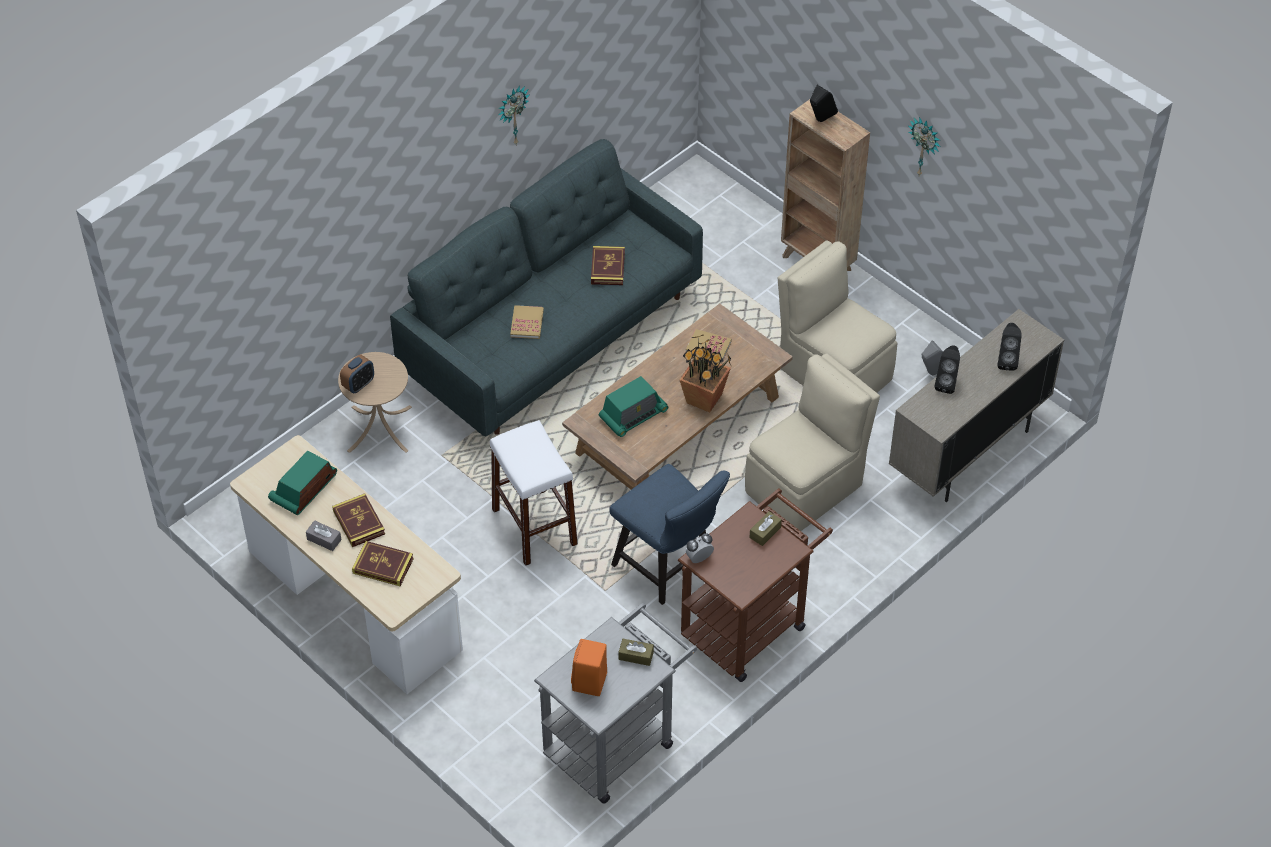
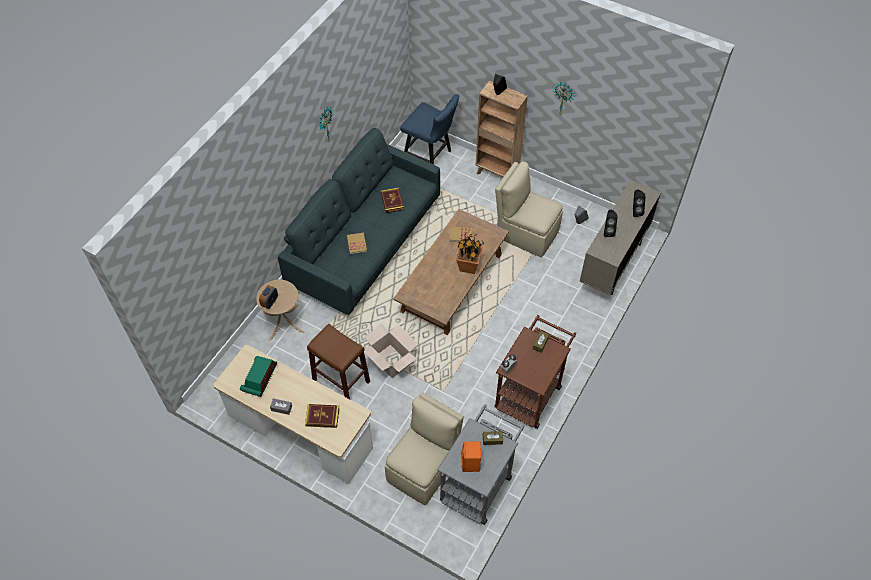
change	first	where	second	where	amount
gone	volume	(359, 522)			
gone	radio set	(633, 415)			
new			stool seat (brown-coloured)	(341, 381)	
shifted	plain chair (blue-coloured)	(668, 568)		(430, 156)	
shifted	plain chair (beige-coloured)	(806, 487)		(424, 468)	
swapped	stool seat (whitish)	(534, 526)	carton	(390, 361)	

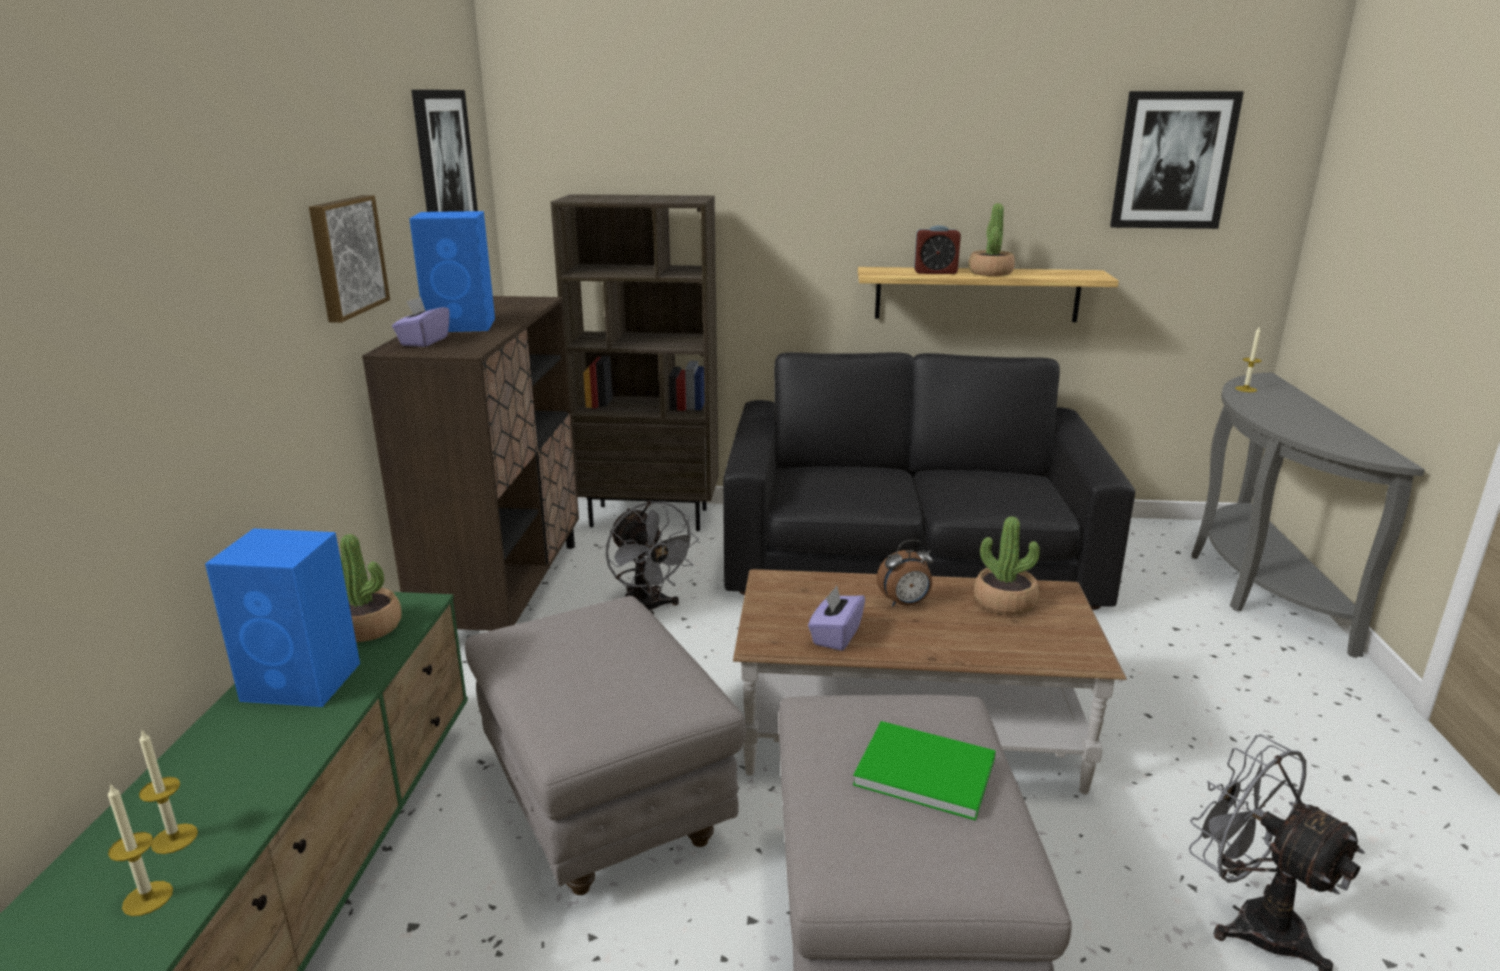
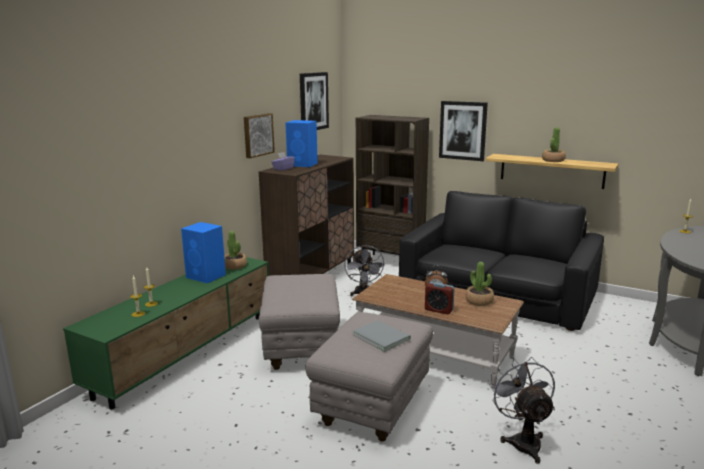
change	first	where	second	where	amount
gone	box of tissues (purple)	(835, 636)			
shifted	alarm clock	(935, 272)		(438, 310)	
shifted	wall art	(1173, 161)		(463, 130)	
repainted	volume (green)	(921, 768)	volume (gray)	(381, 336)	

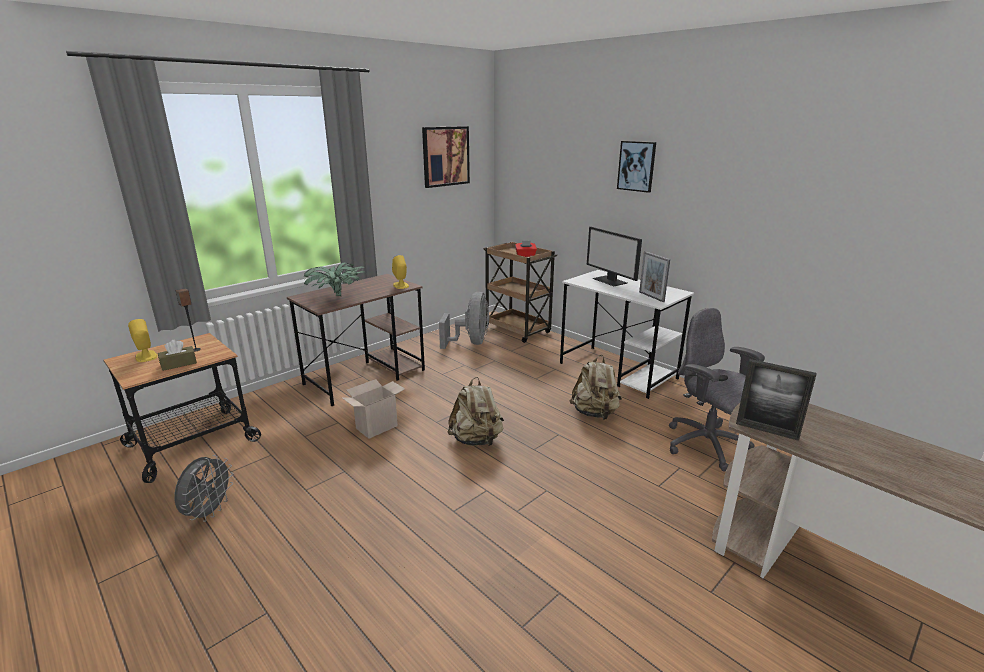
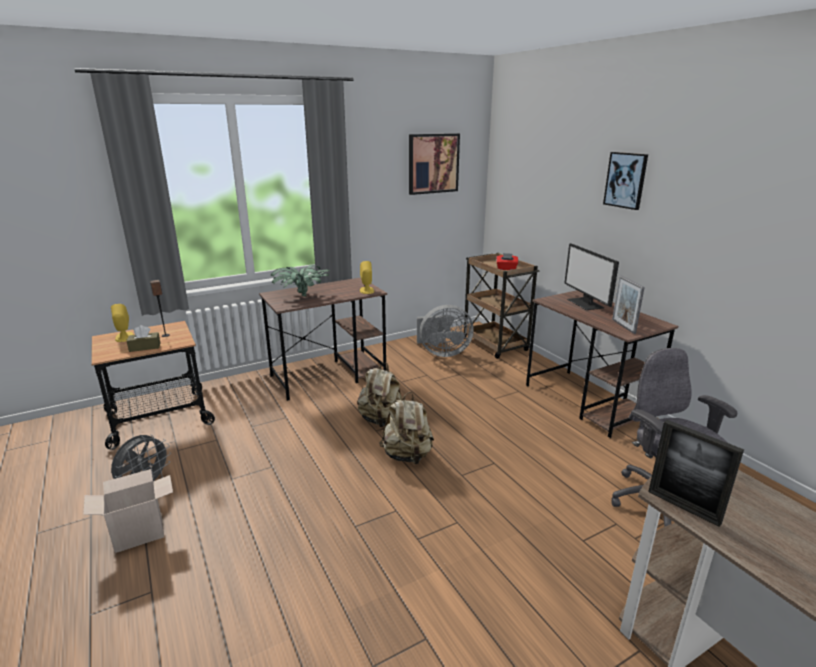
change	first	where	second	where	amount
shifted	carton	(377, 426)		(140, 533)	
shifted	backpack (beige-coloured)	(595, 413)		(381, 420)	
repainted	desk (whitish)	(618, 371)	desk (brown-coloured)	(587, 402)	
rotated	fan (gray)	(471, 343)		(442, 353)	60 degrees clockwise

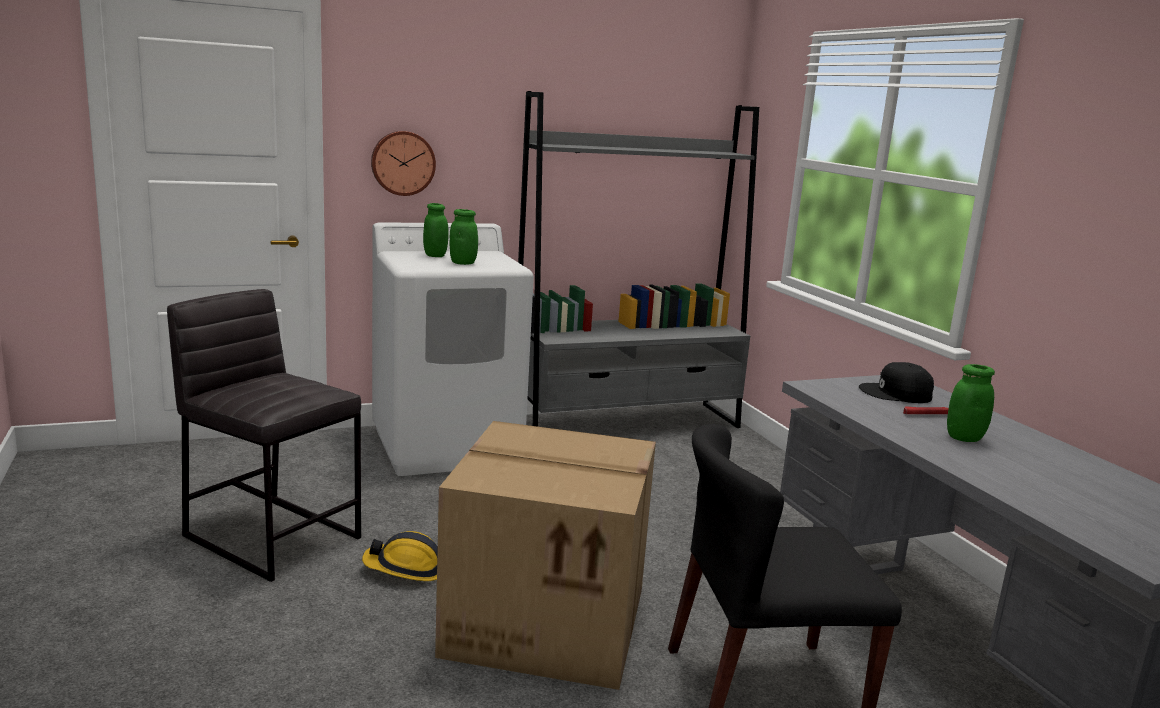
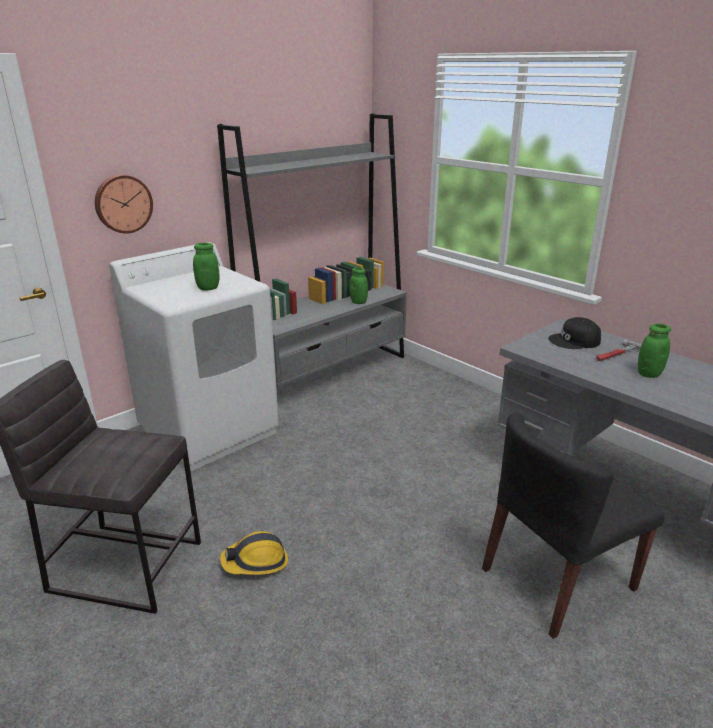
change	first	where	second	where	amount
gone	carton	(549, 620)			
shifted	jar (green)	(435, 255)		(358, 302)	

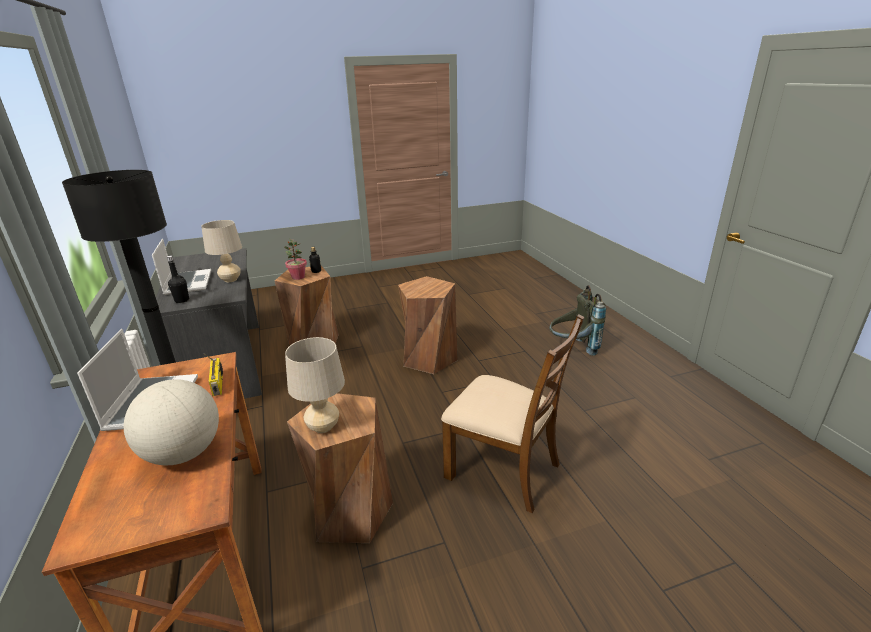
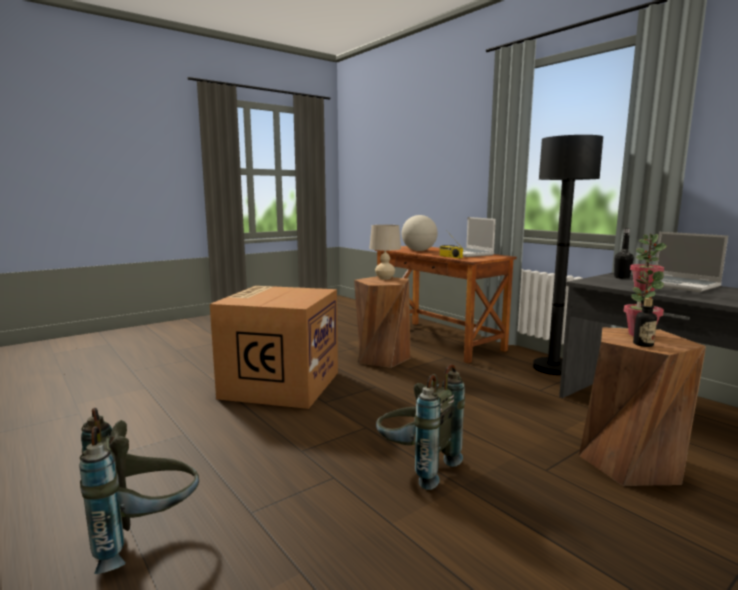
change	first	where	second	where	amount
swapped	table lamp (beige-coloured)	(230, 280)	houseplant	(644, 289)	
swapped	stool seat (brown-coloured)	(429, 358)	backpack (gray)	(416, 466)	
swapped	plain chair (brown-coloured)	(504, 470)	carton	(280, 384)	

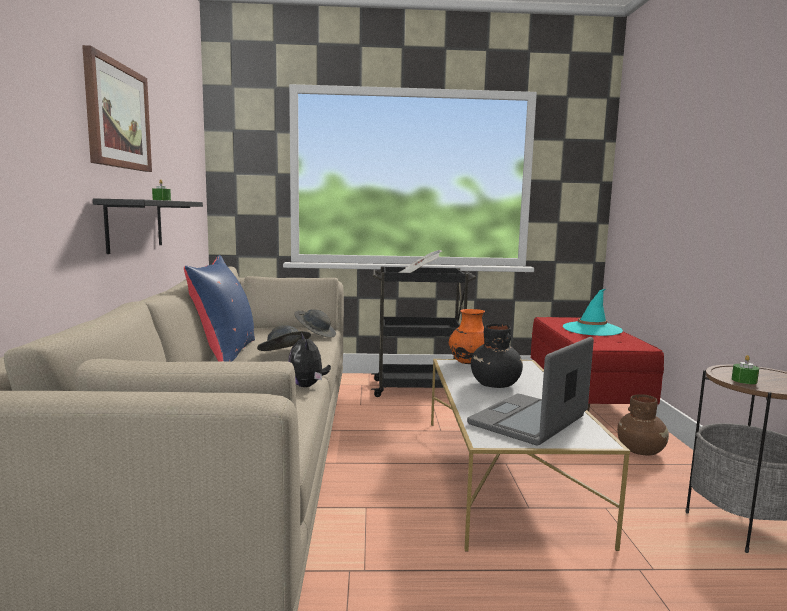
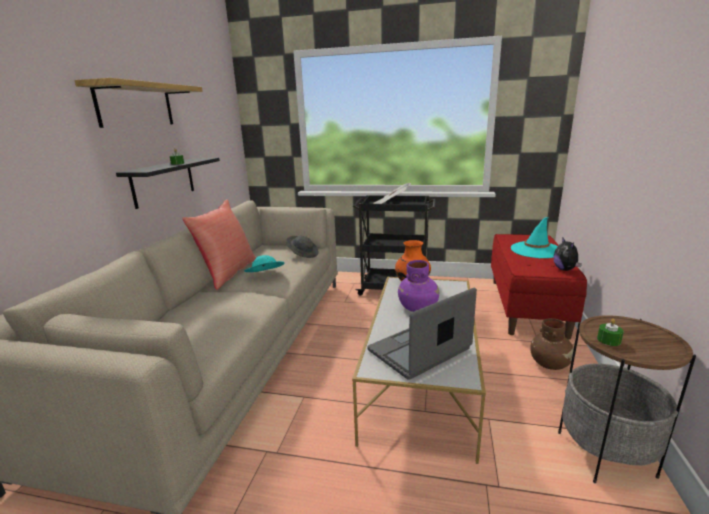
change	first	where	second	where	amount
shifted	cuddly toy	(307, 386)		(565, 269)	
swapped	wall art	(117, 116)	wall shelf	(136, 105)	
repainted	pillow (blue-coloured)	(225, 353)	pillow (reddish)	(228, 273)	
repainted	wearable hat (gray)	(284, 354)	wearable hat (turquoise)	(265, 276)	
repainted	flower vase (black)	(495, 385)	flower vase (purple)	(418, 308)	

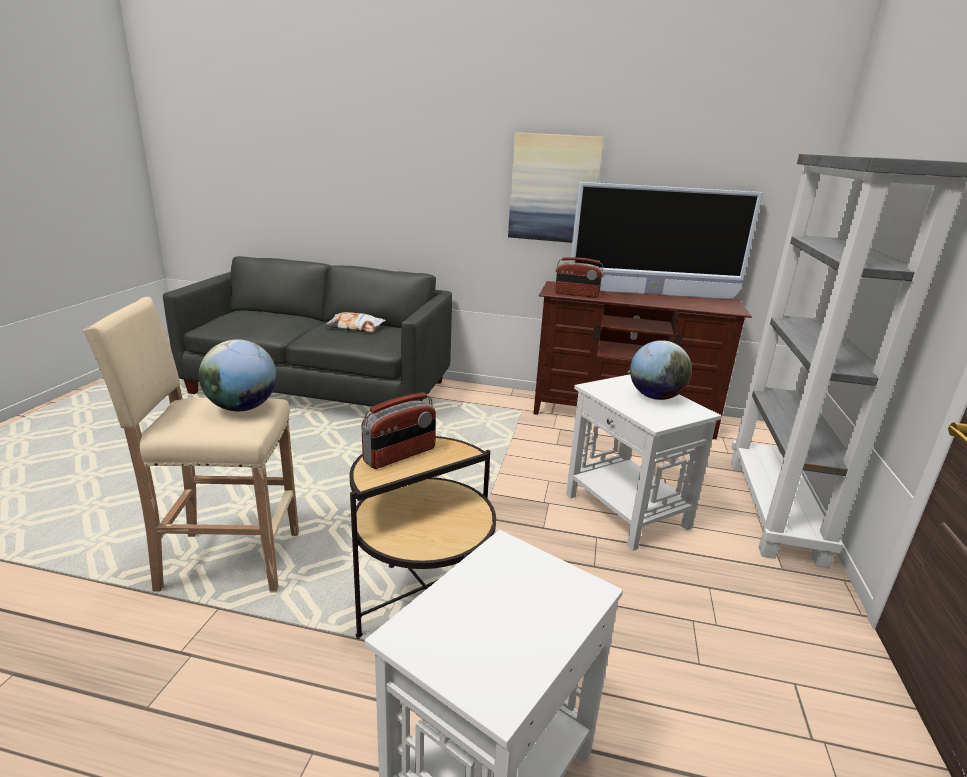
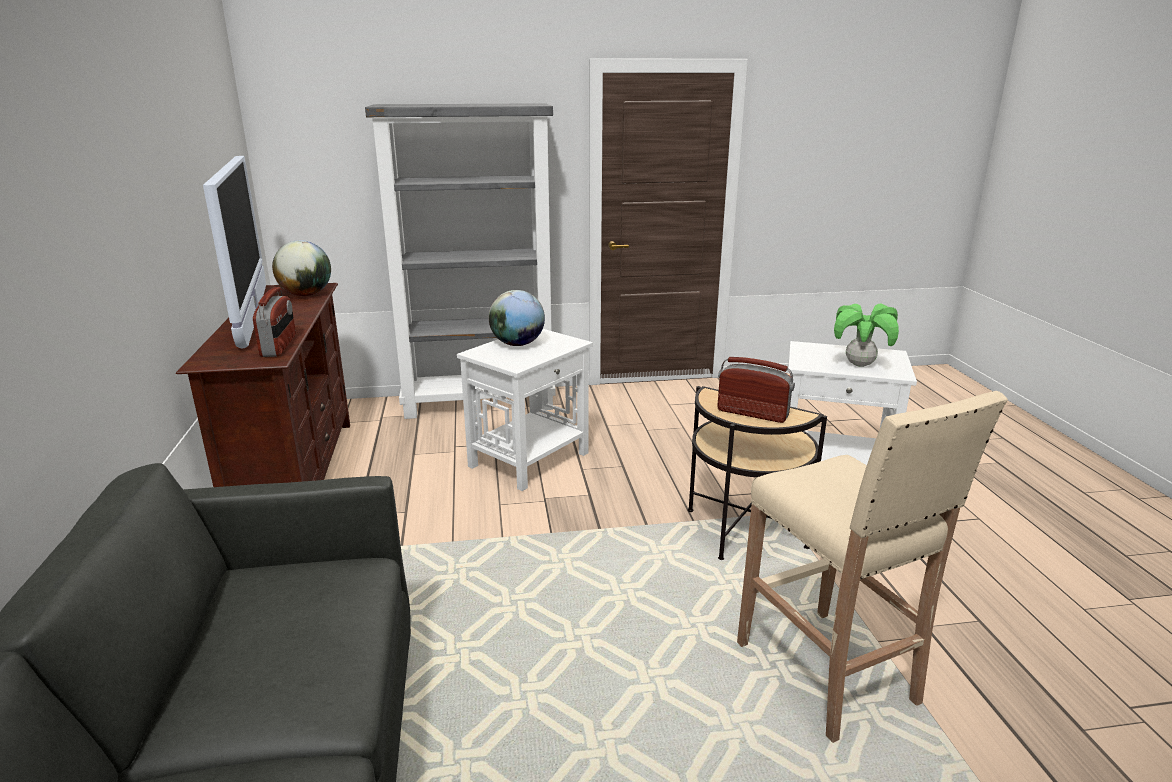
change	first	where	second	where	amount
gone	pillow	(355, 327)			
gone	wall art	(554, 189)			
new			houseplant	(859, 364)	
shifted	globe	(242, 408)		(306, 295)	

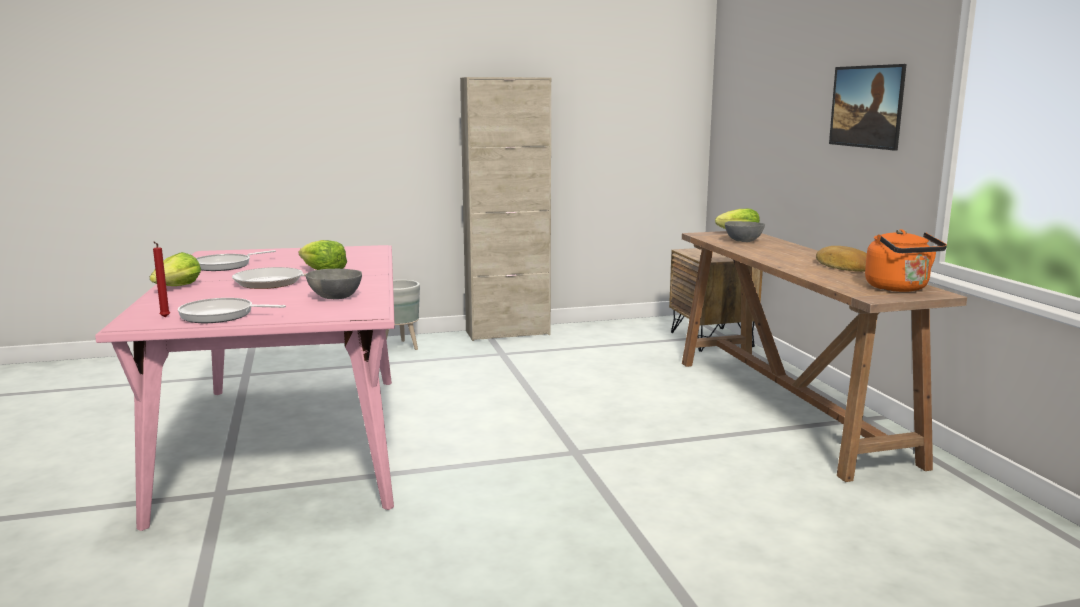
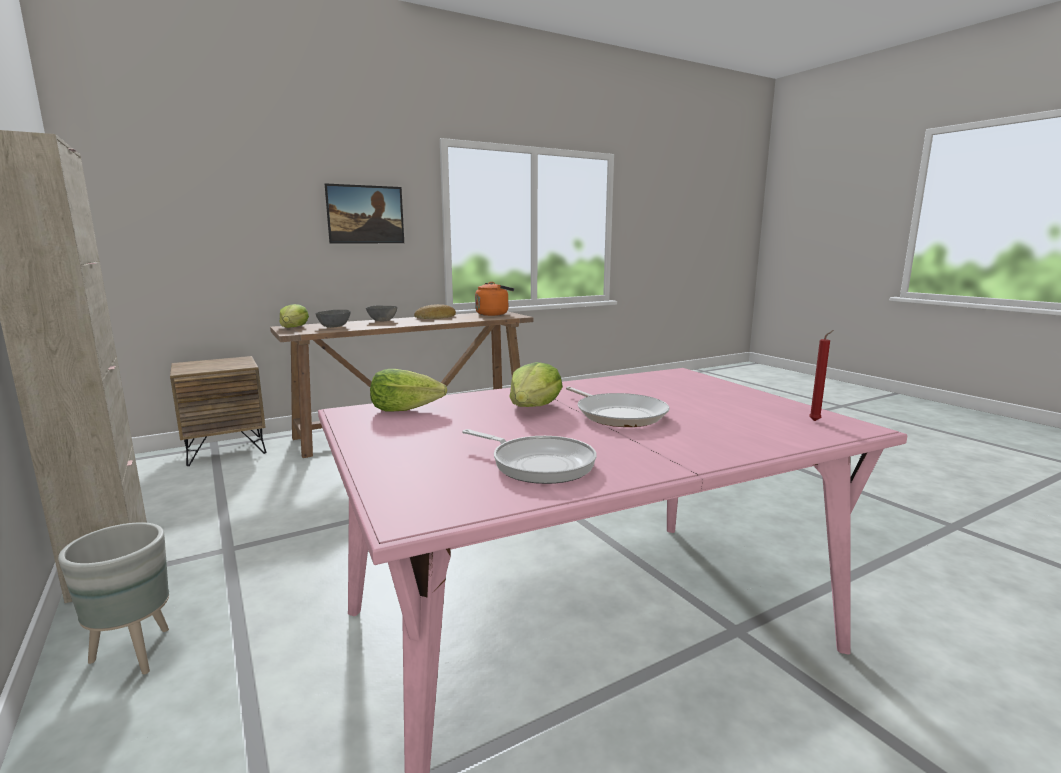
change	first	where	second	where	amount
gone	frying pan	(221, 315)			
shifted	head of lettuce	(178, 287)		(406, 409)	
shifted	serving bowl (gray)	(334, 297)		(382, 321)	

